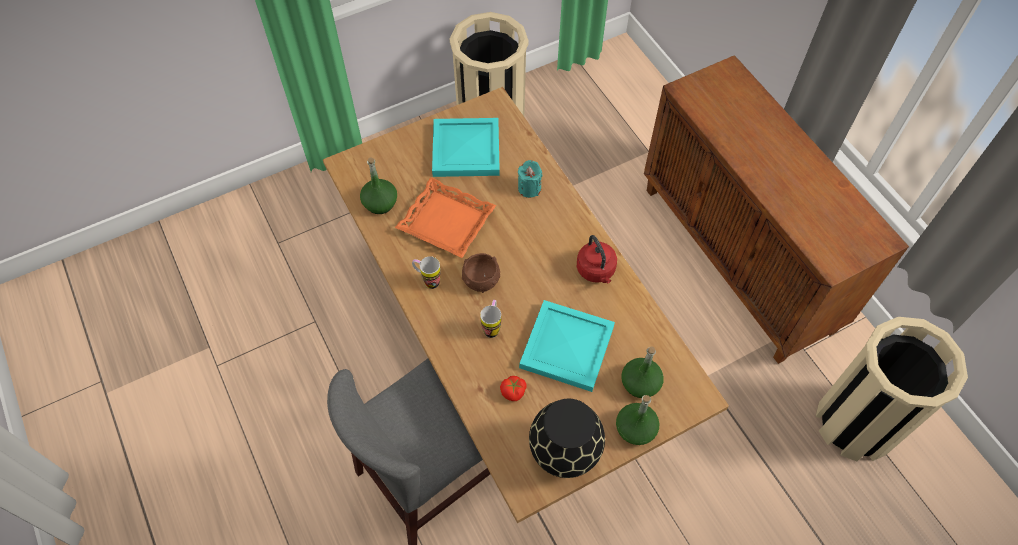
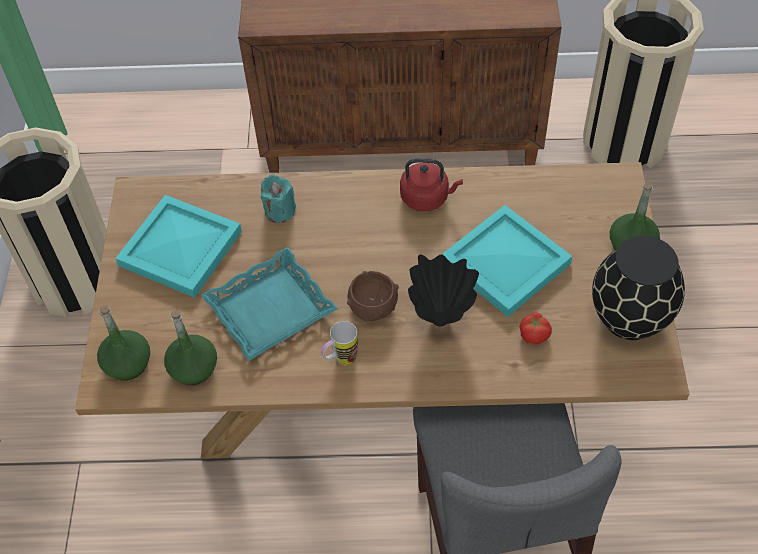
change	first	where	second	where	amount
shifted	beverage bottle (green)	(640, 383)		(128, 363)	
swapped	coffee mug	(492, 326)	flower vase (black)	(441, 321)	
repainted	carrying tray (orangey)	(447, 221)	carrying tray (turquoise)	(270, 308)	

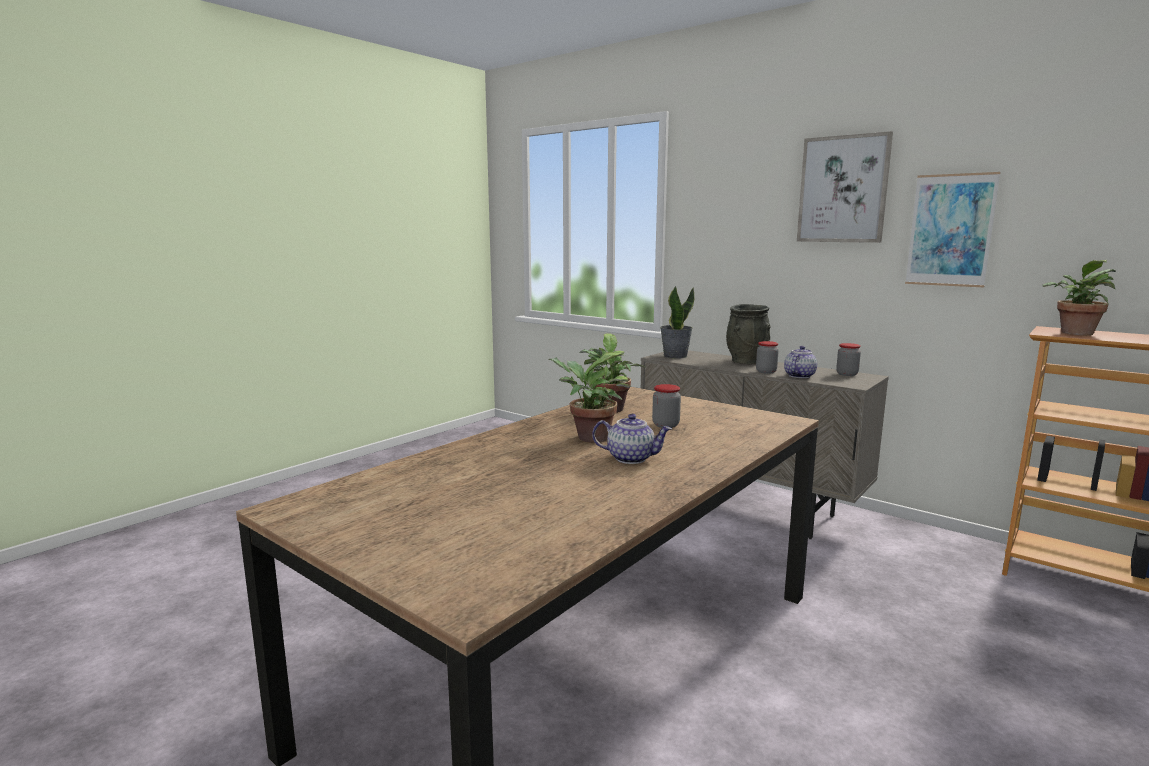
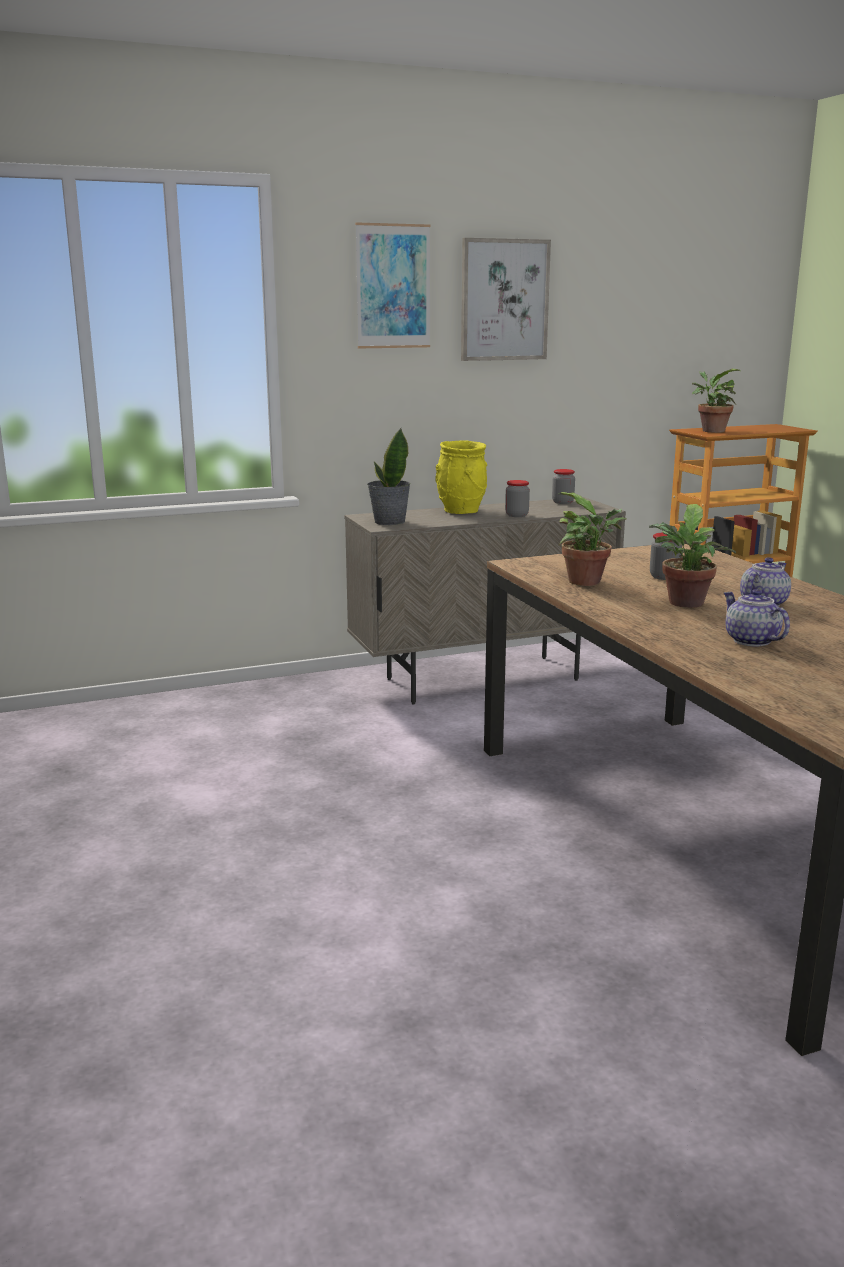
change	first	where	second	where	amount
shifted	teapot	(798, 376)		(750, 641)	
shifted	wall art	(950, 230)		(393, 286)	
repainted	flower vase (gray)	(746, 361)	flower vase (yellowish)	(460, 511)	

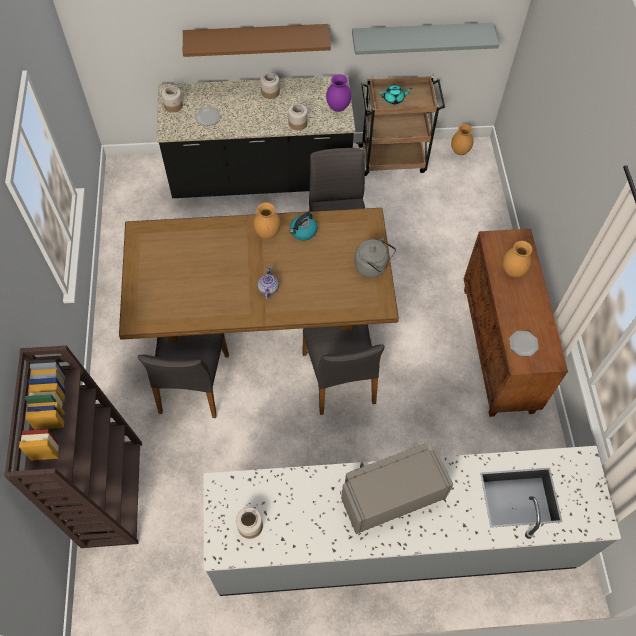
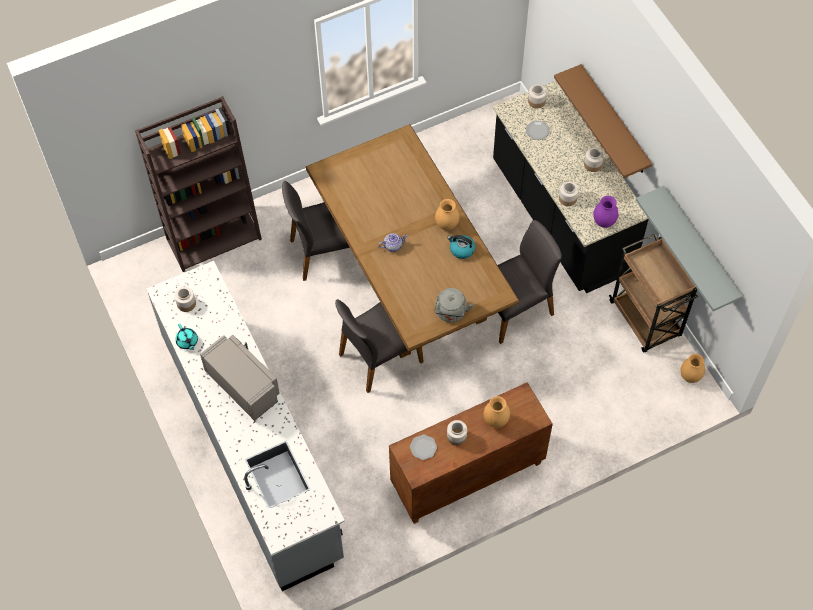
change	first	where	second	where	amount
new			jar	(456, 437)	
shifted	teapot (turquoise)	(394, 99)		(187, 342)	

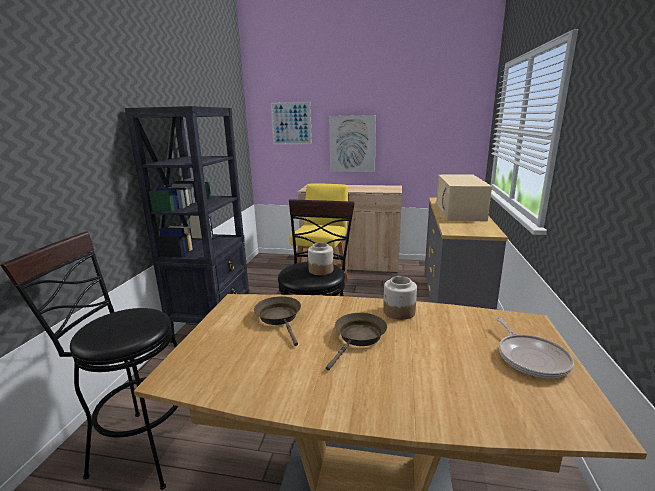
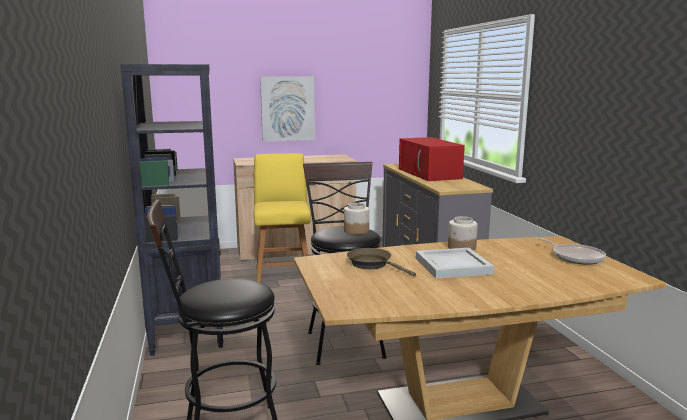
change	first	where	second	where	amount
gone	wall art	(291, 123)			
swapped	frying pan (brown-coloured)	(358, 338)	carrying tray (whitish)	(453, 265)	
repainted	microwave oven (beige-coloured)	(460, 212)	microwave oven (reddish)	(430, 174)	

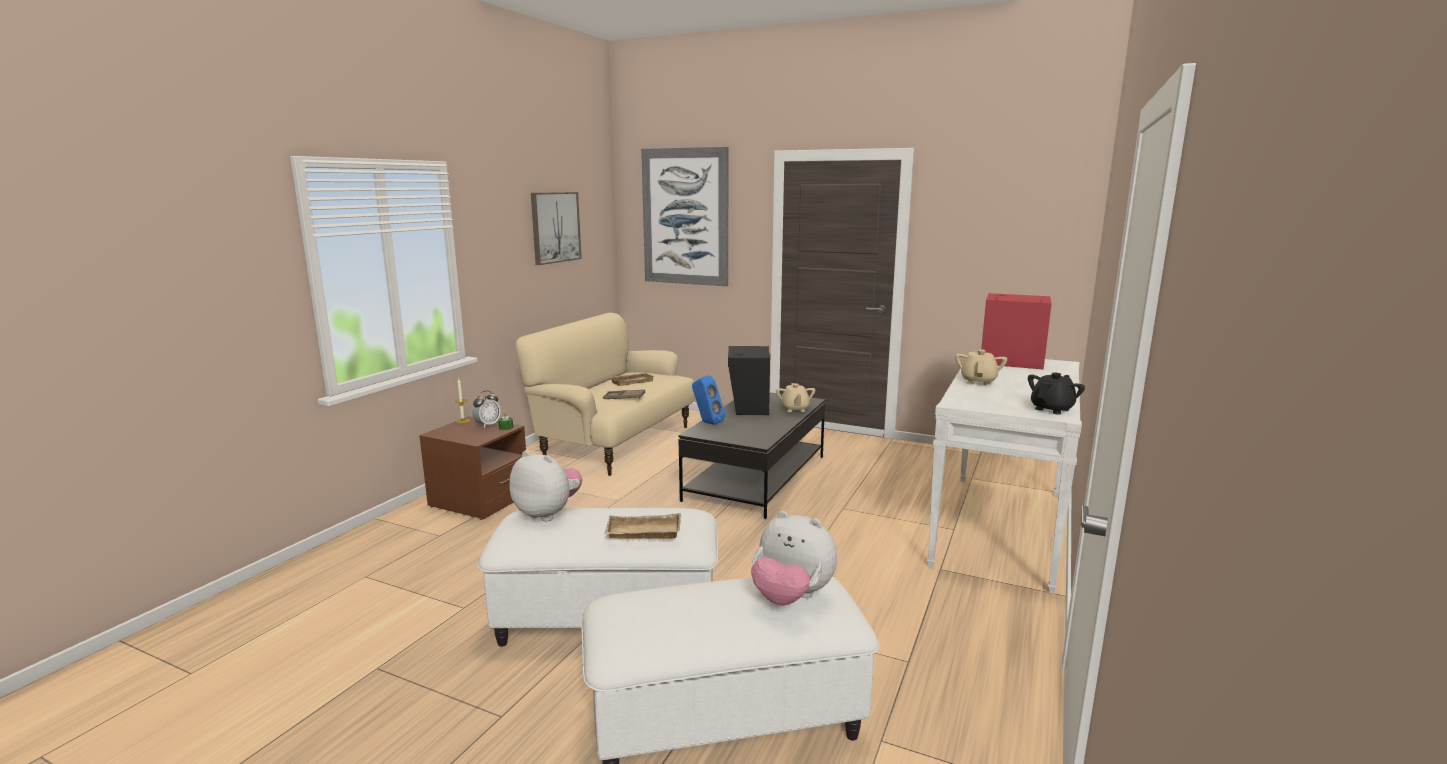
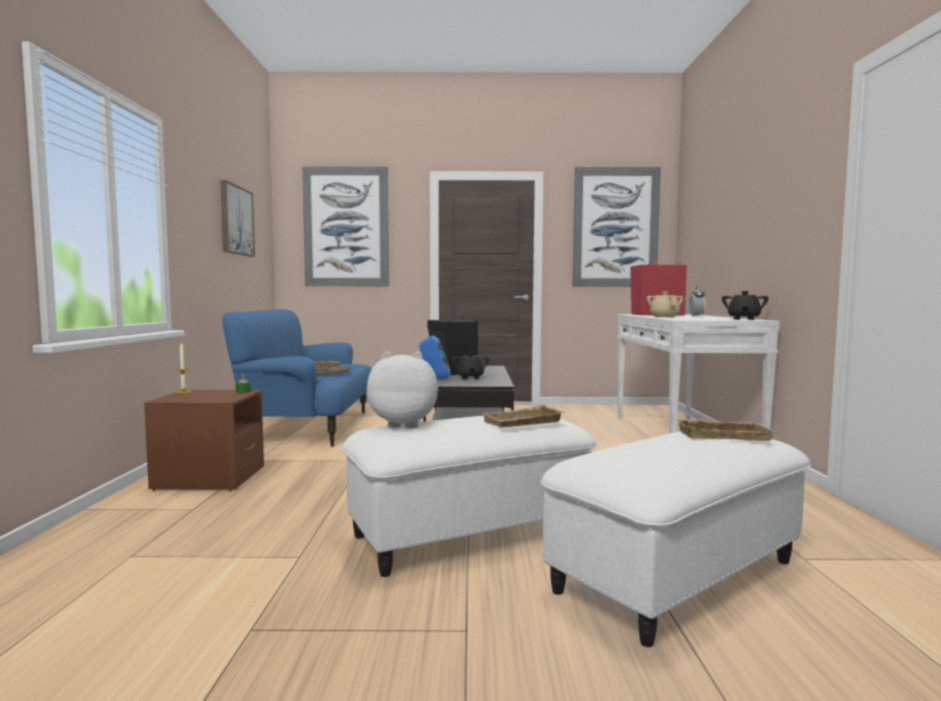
change	first	where	second	where	amount
gone	teapot (beige-coloured)	(795, 409)			
new			teapot (black)	(470, 377)	
new			wall art	(615, 227)	
shifted	alarm clock	(487, 425)		(696, 317)	
swapped	cuddly toy	(791, 597)	carrying tray (beige-coloured)	(722, 435)	
repainted	sofa (beige-coloured)	(616, 443)	sofa (blue-coloured)	(310, 427)	

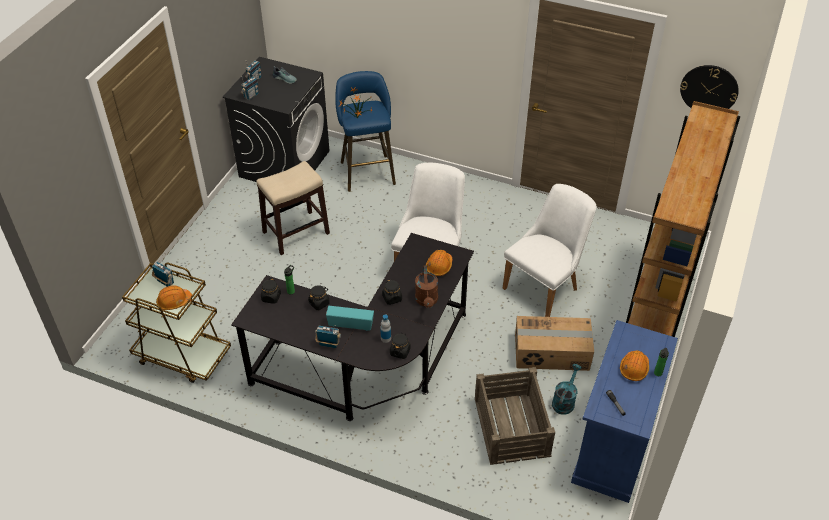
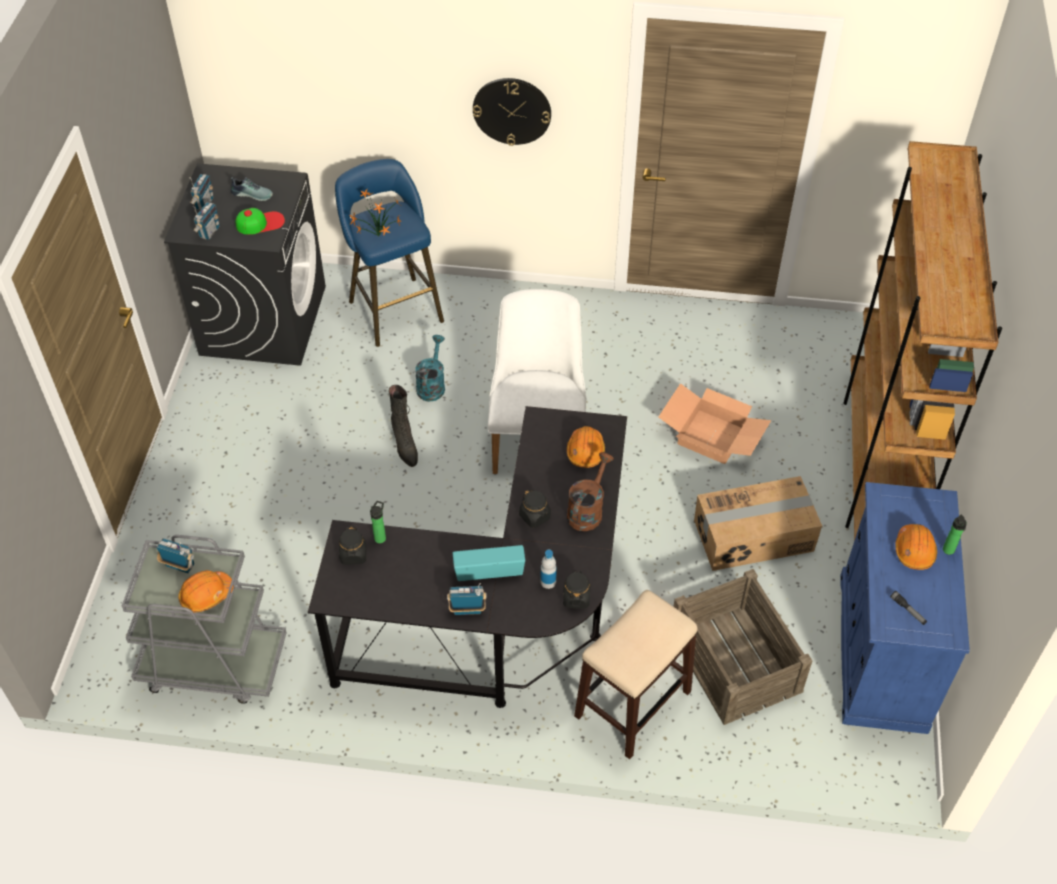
change	first	where	second	where	amount
gone	jar (black)	(319, 303)			
new			peaked cap	(260, 223)	
new			high-top boot (black)	(405, 445)	
shifted	stool seat	(296, 232)		(633, 703)	
shifted	watering pot (turquoise)	(564, 401)		(432, 385)	
shifted	wall clock	(709, 89)		(512, 110)	
swapped	plain chair (whitish)	(546, 286)	carton	(713, 436)	
repainted	wheeled cart (brown-coloured)	(182, 355)	wheeled cart (gray)	(212, 664)	
rotated	watering pot (brown-coloured)	(427, 301)		(587, 510)	135 degrees counterclockwise

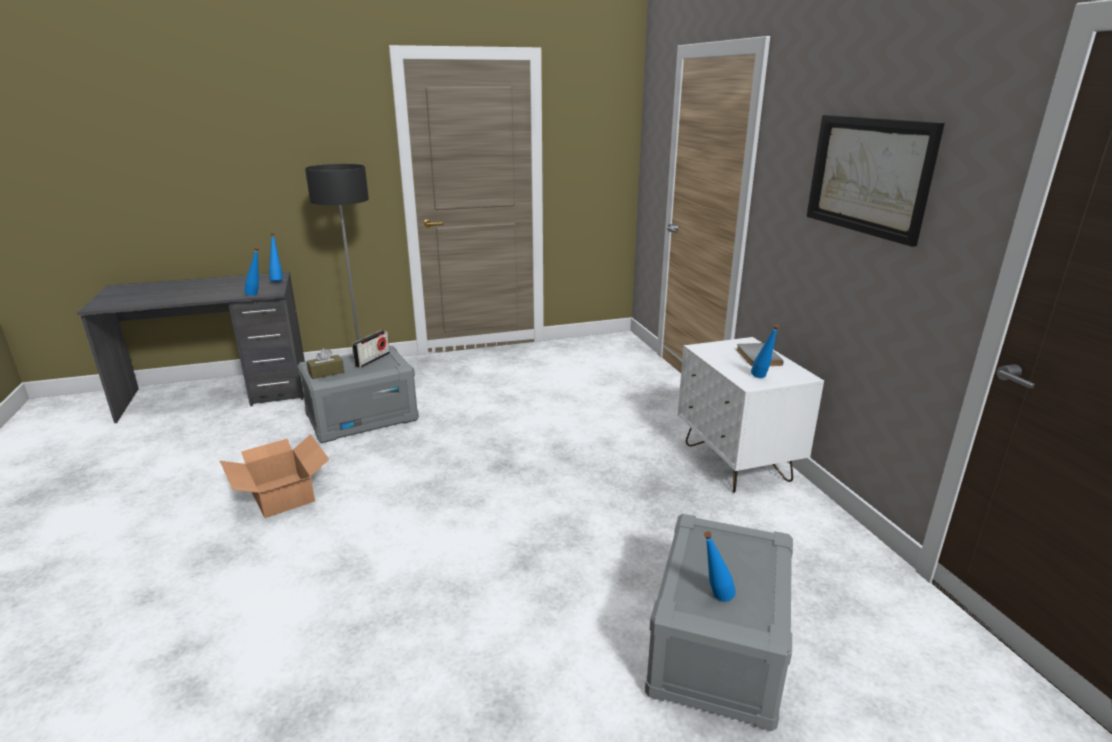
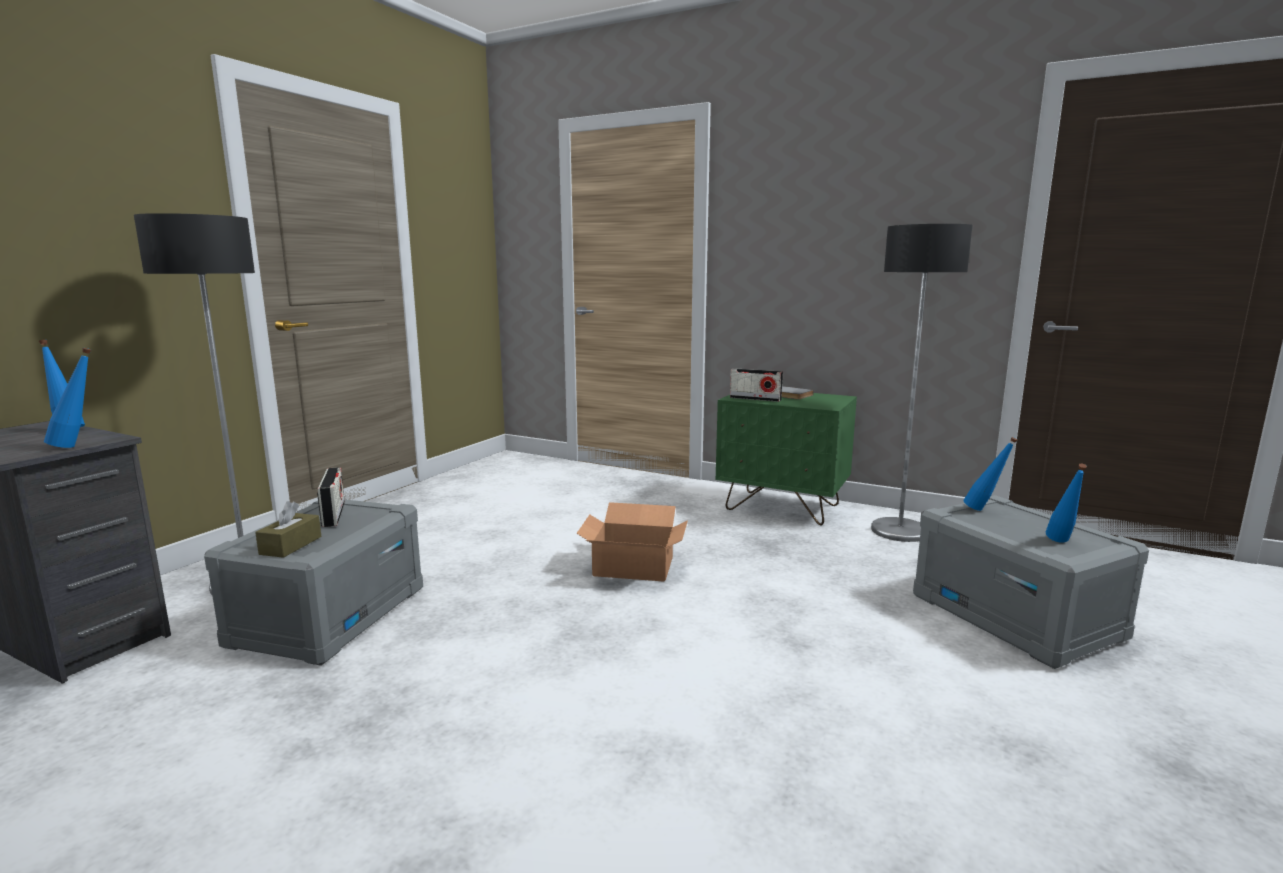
change	first	where	second	where	amount
gone	wall art	(868, 176)			
new			radio set	(755, 399)	
new			standing lamp	(899, 531)	
shifted	carton	(282, 494)		(632, 566)	
shifted	beverage bottle (blue-coloured)	(761, 379)		(984, 510)	
repainted	night table (whitish)	(736, 463)	night table (green)	(783, 508)	

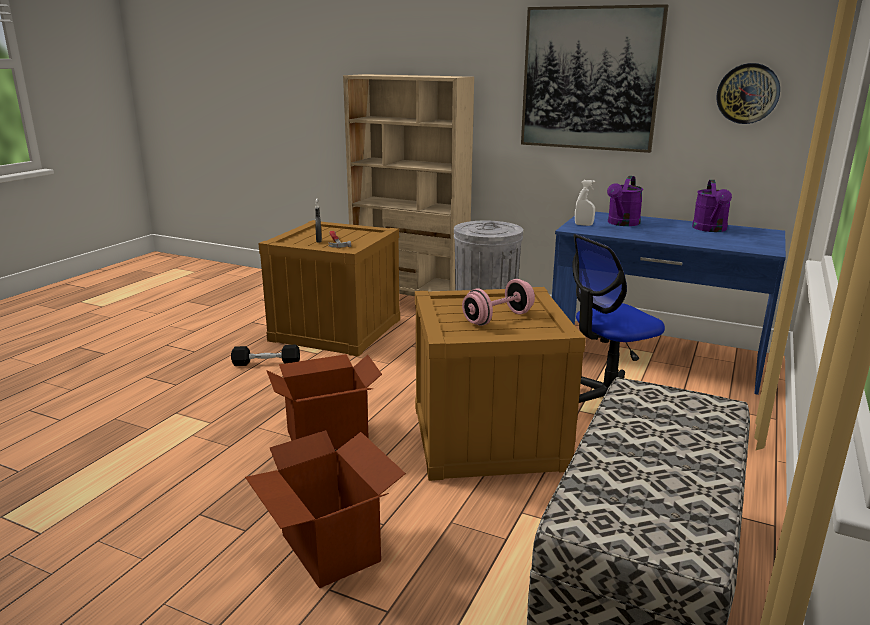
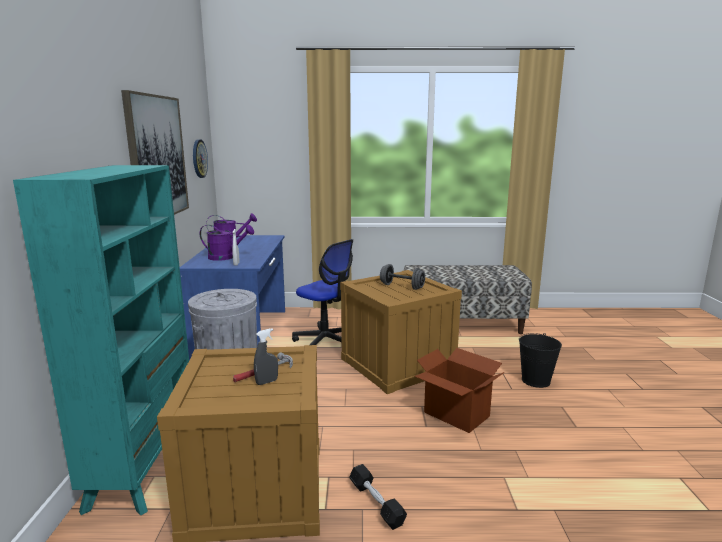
change	first	where	second	where	amount
swapped	carton	(329, 548)	bucket (black)	(536, 380)	
repainted	bookshelf (beige-coloured)	(410, 304)	bookshelf (turquoise)	(146, 462)	
repainted	free weight (pinkish)	(498, 318)	free weight (gray)	(402, 286)	

